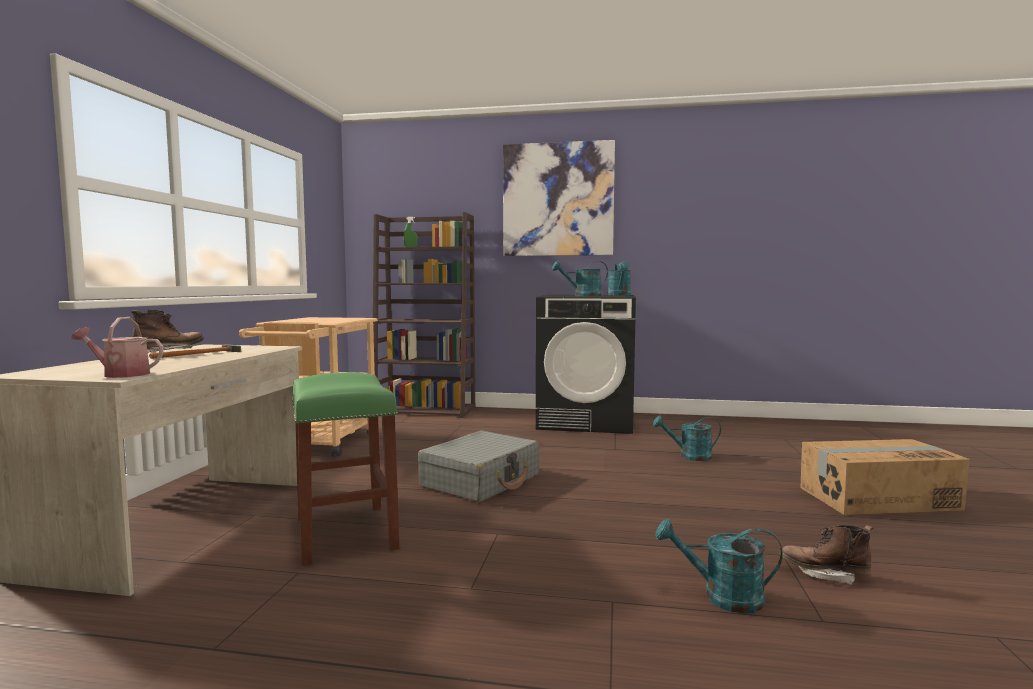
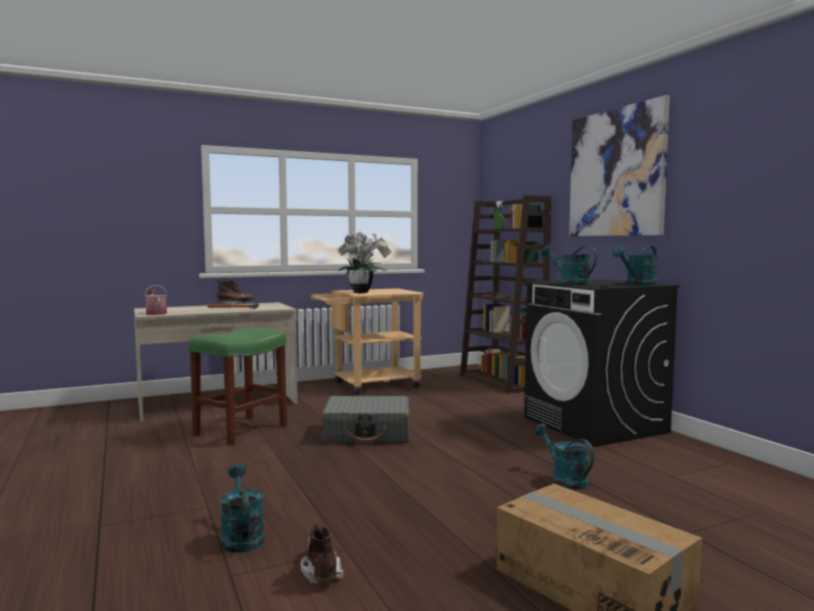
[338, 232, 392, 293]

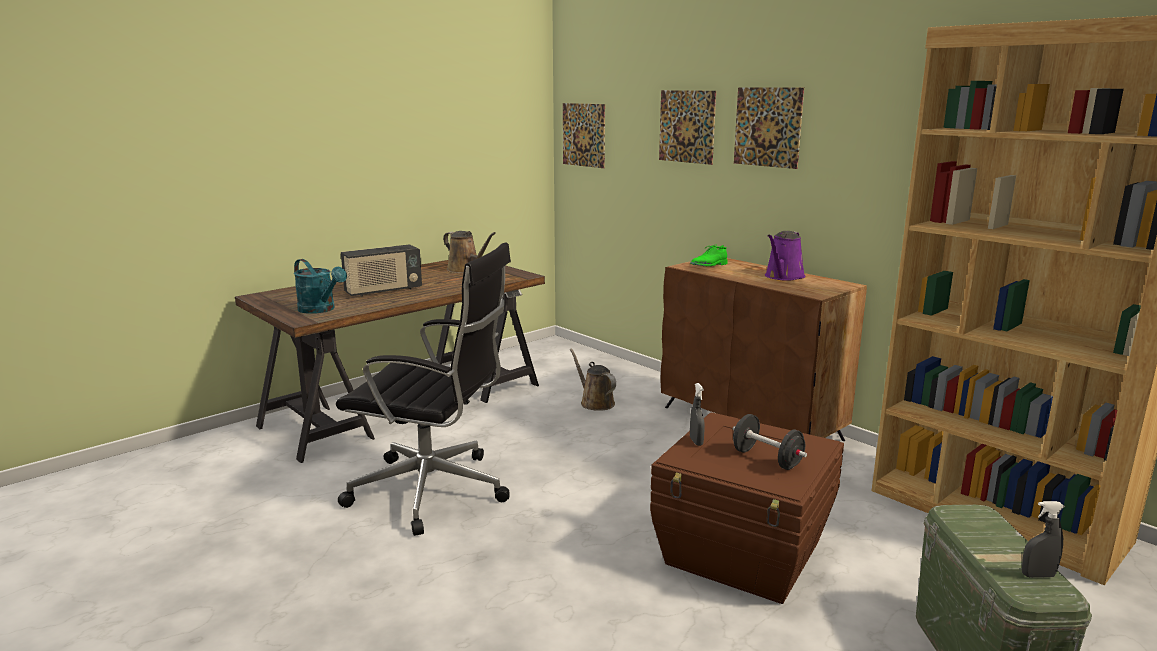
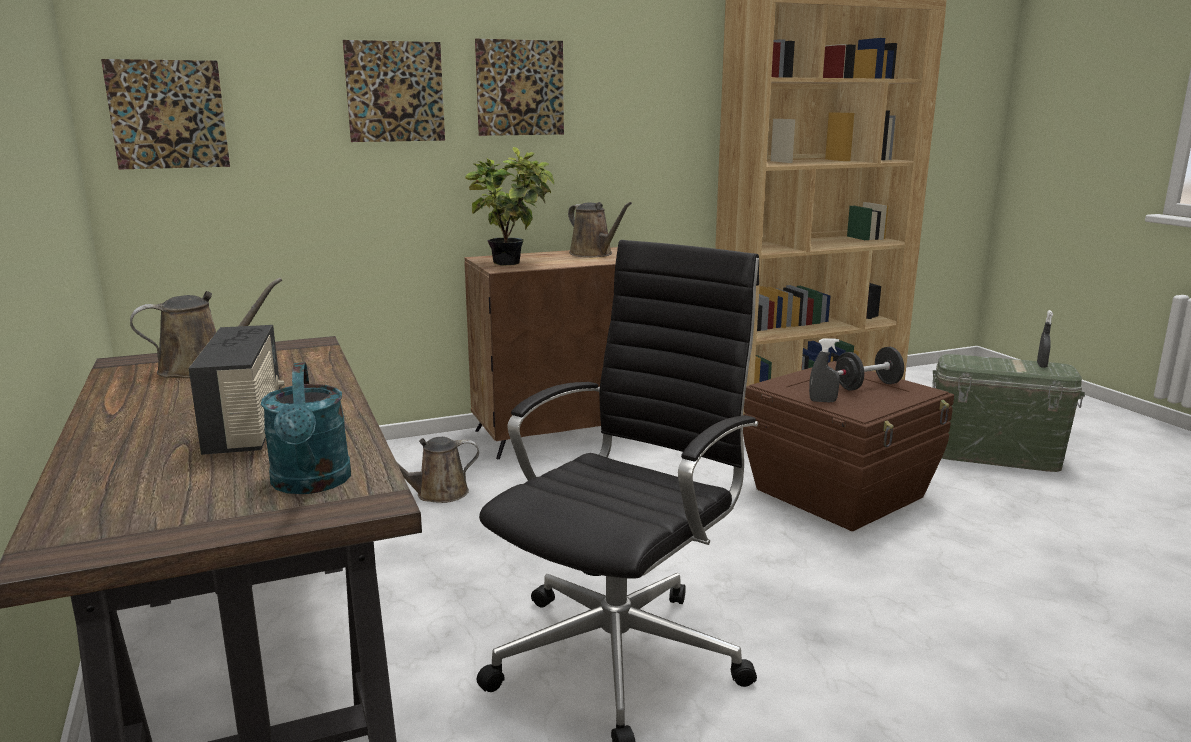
[465, 147, 554, 266]
[568, 202, 632, 257]
[261, 362, 351, 494]

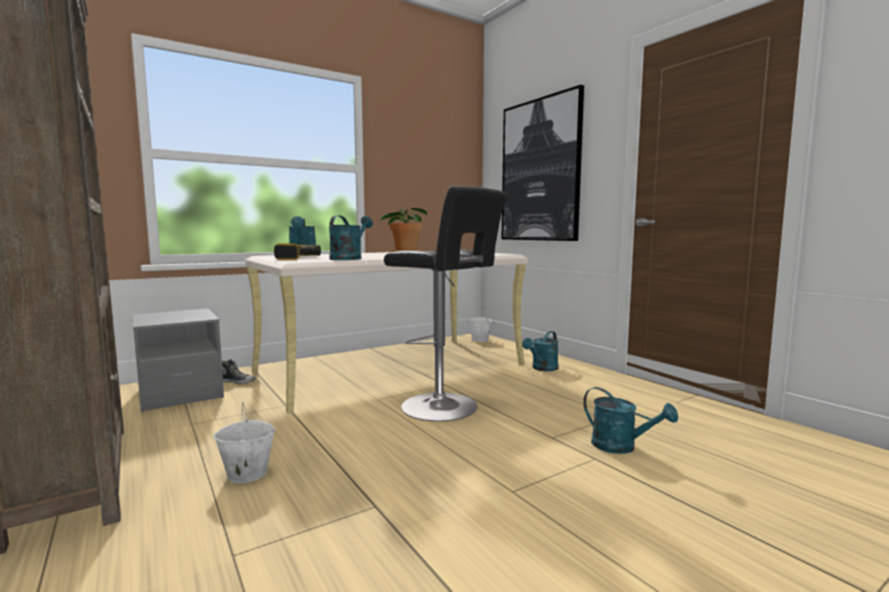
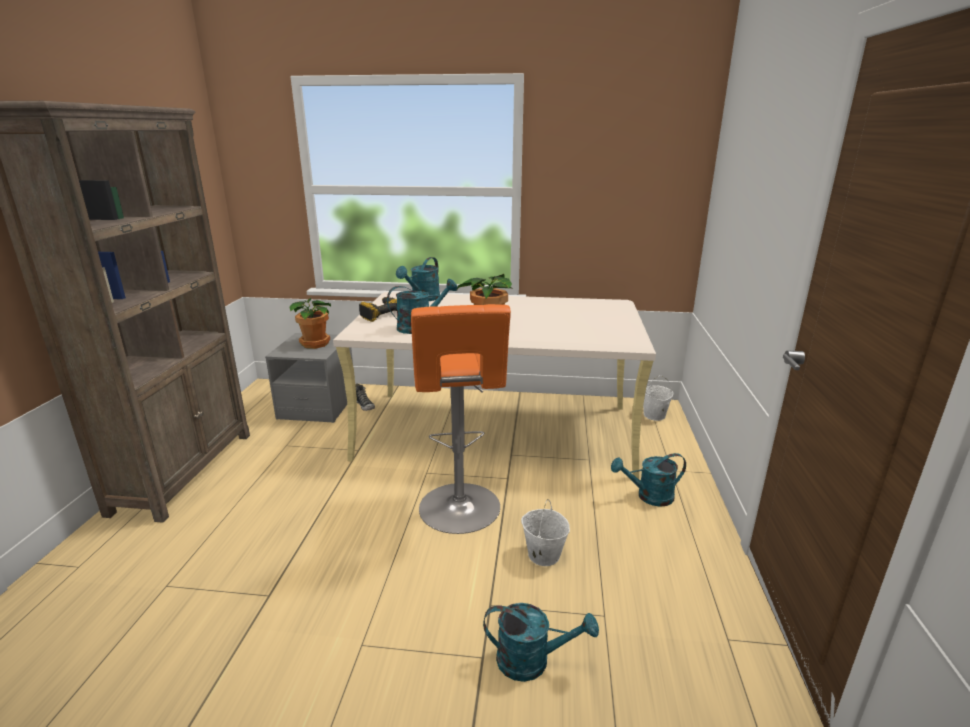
[502, 85, 584, 241] (first image)
[290, 298, 331, 349]
[521, 499, 570, 566]
[411, 304, 511, 534]
[483, 603, 599, 682]

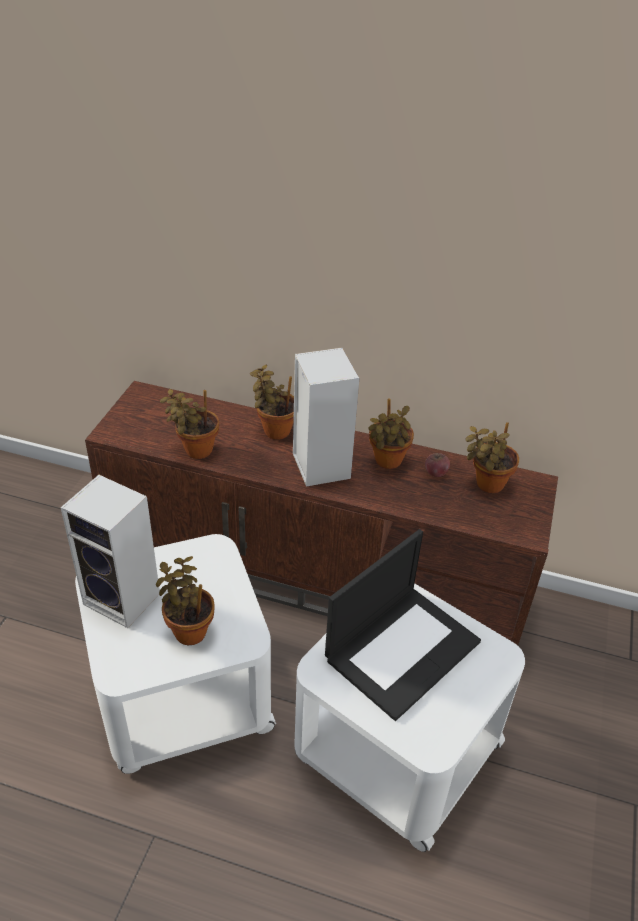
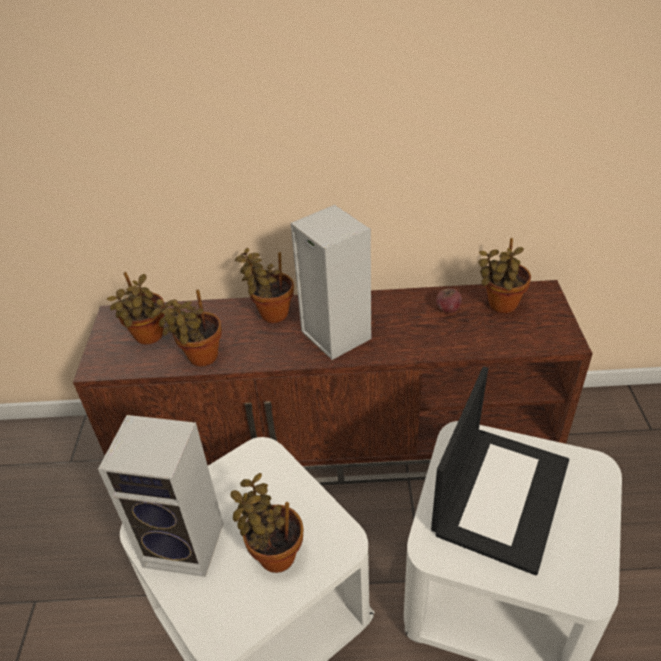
[107, 272, 165, 345]

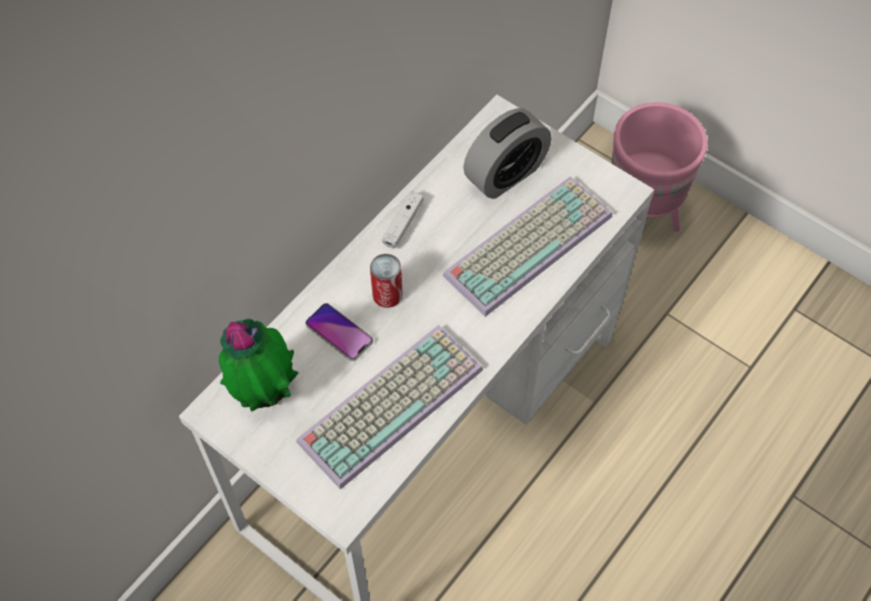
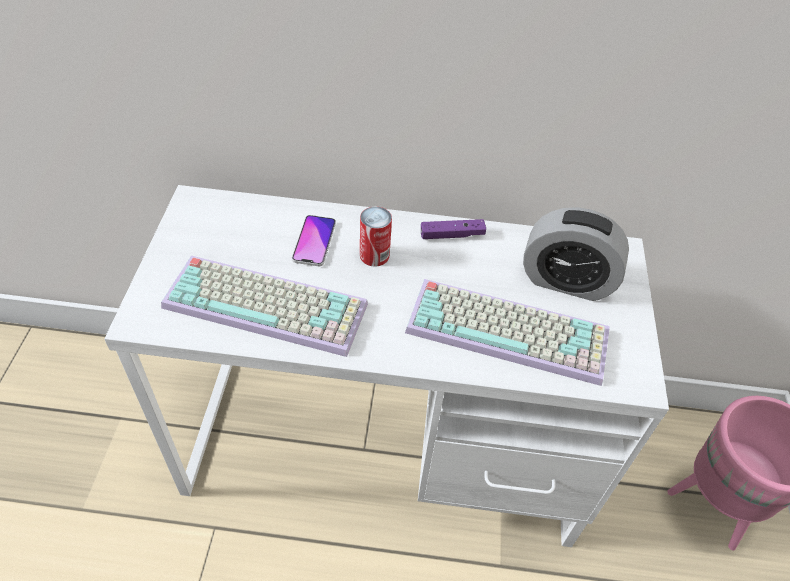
[219, 319, 298, 412] (first image)
[421, 219, 486, 239]

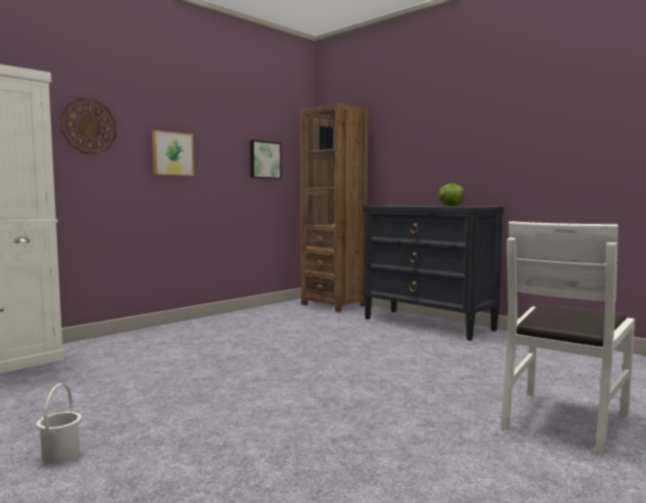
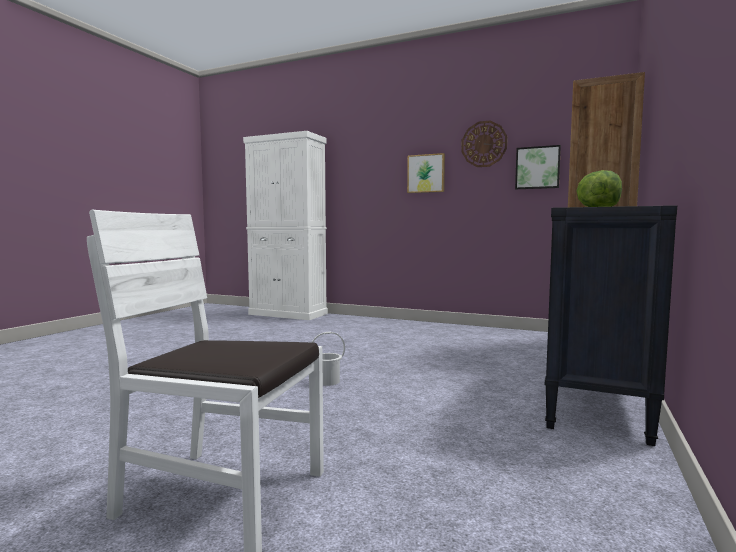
[312, 332, 345, 386]
[461, 120, 507, 167]

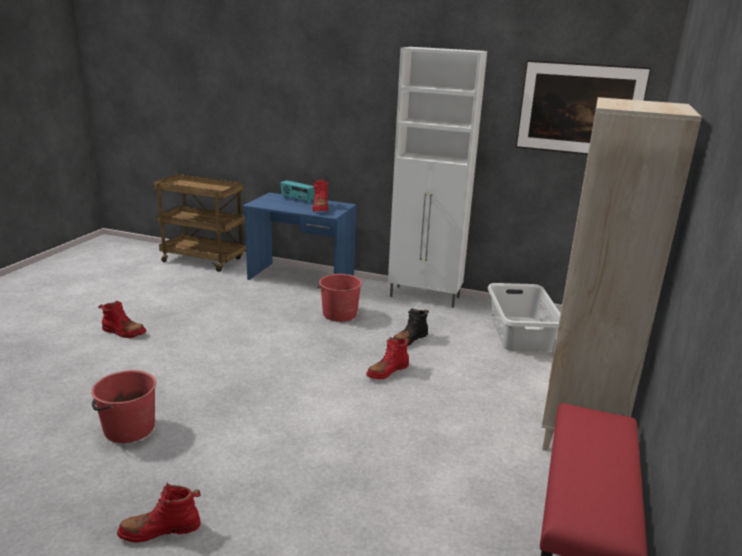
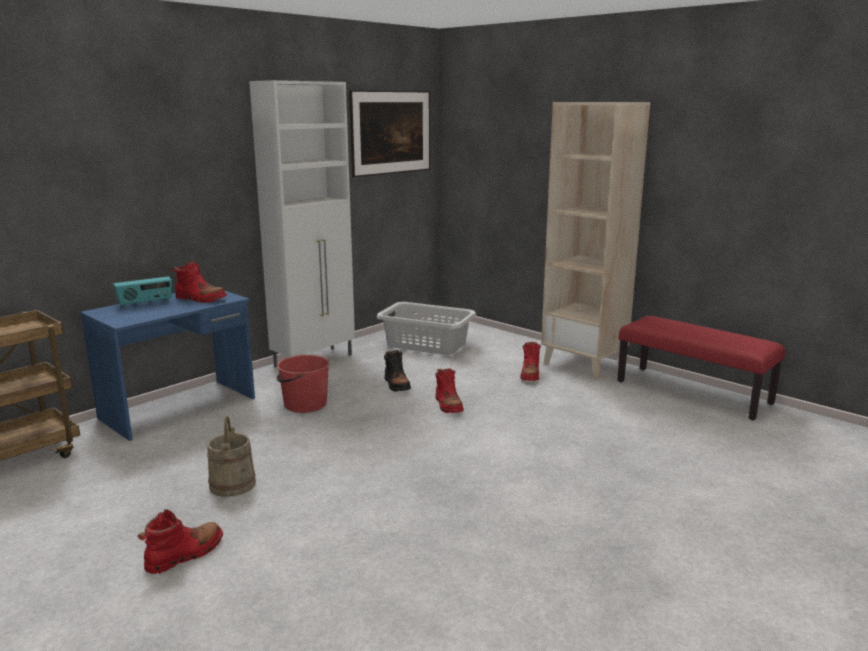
[91, 370, 156, 443] (first image)
[207, 416, 256, 497]
[520, 342, 541, 381]

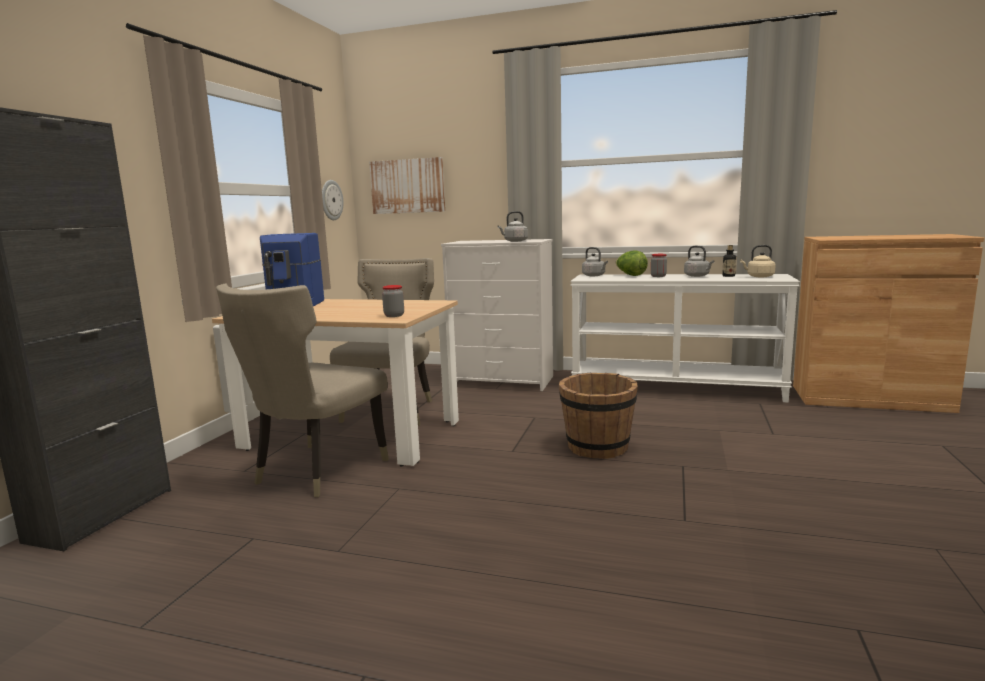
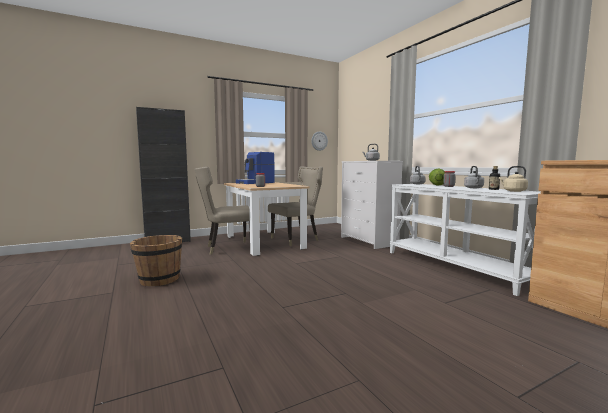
[369, 157, 445, 214] (first image)
[130, 235, 182, 286]

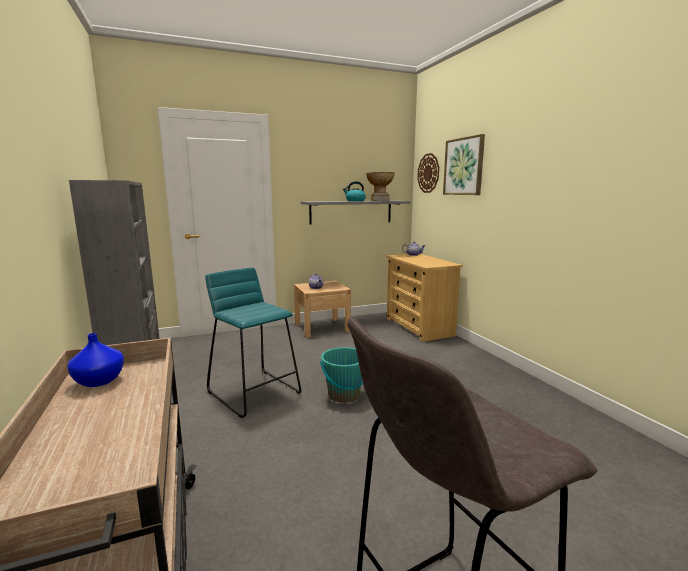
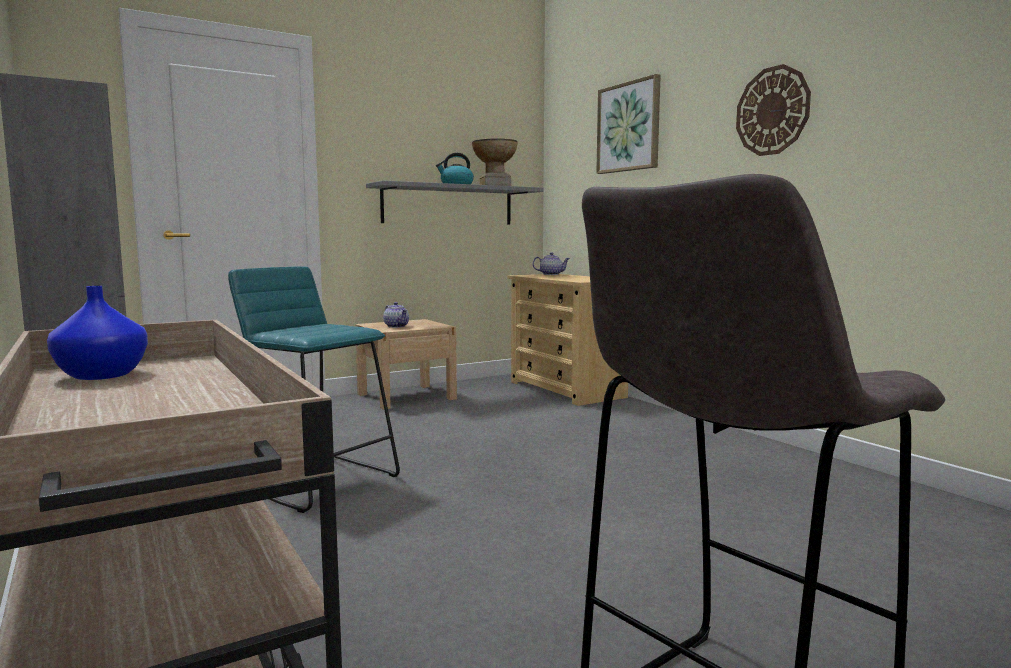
[320, 347, 363, 403] (first image)
[736, 64, 811, 156]

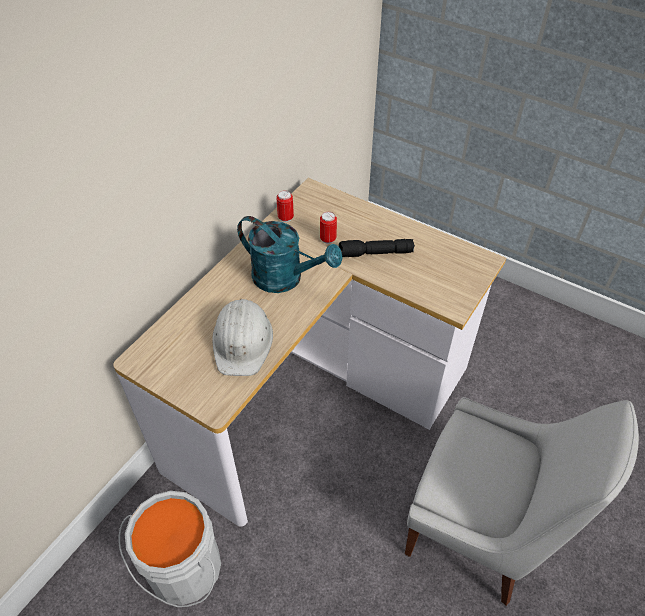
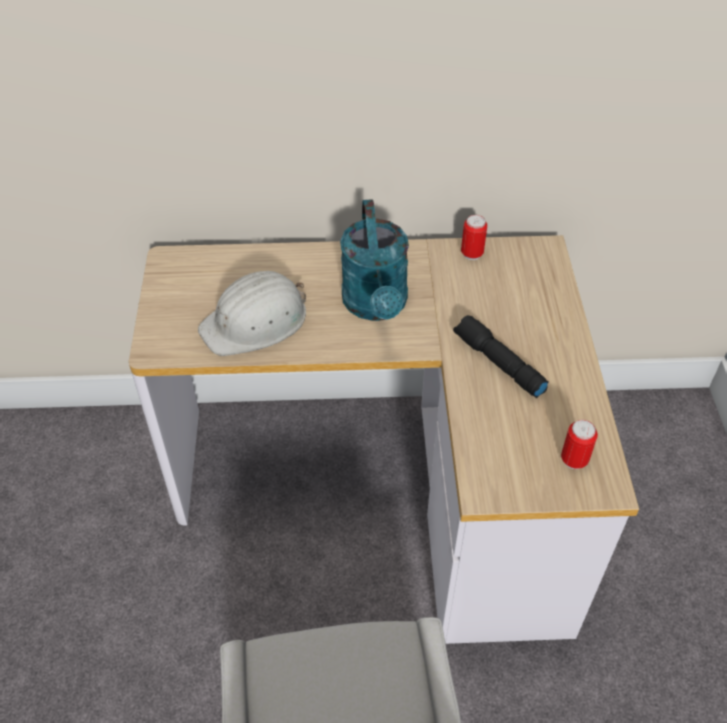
[118, 491, 221, 607] (first image)
[561, 420, 598, 469]

